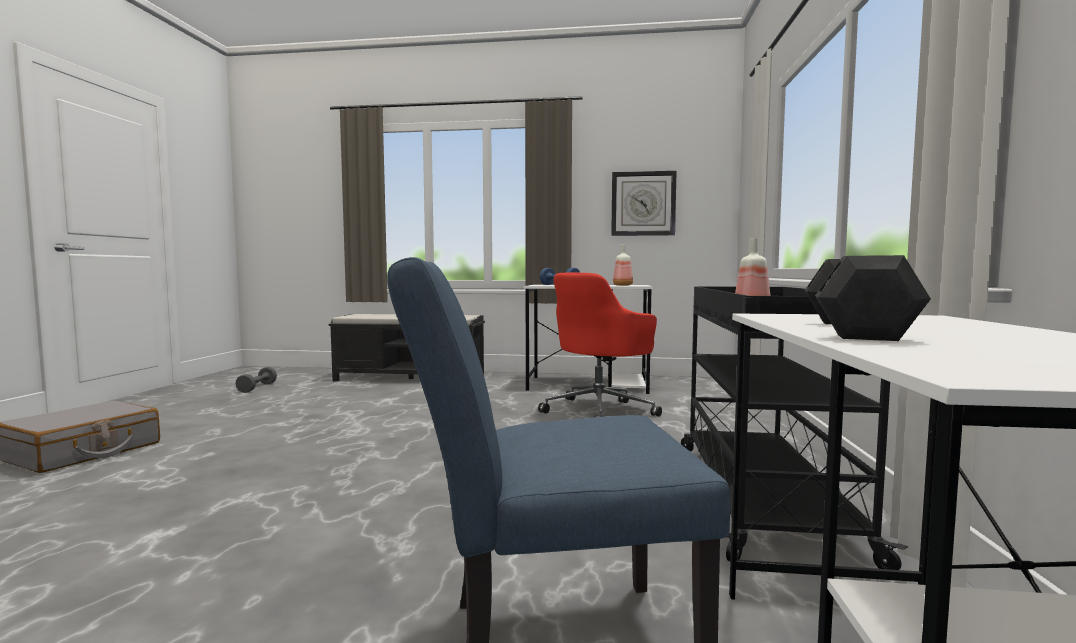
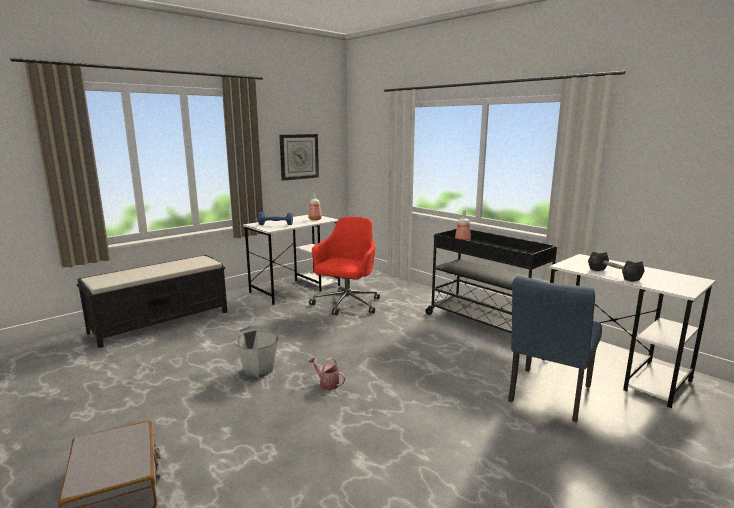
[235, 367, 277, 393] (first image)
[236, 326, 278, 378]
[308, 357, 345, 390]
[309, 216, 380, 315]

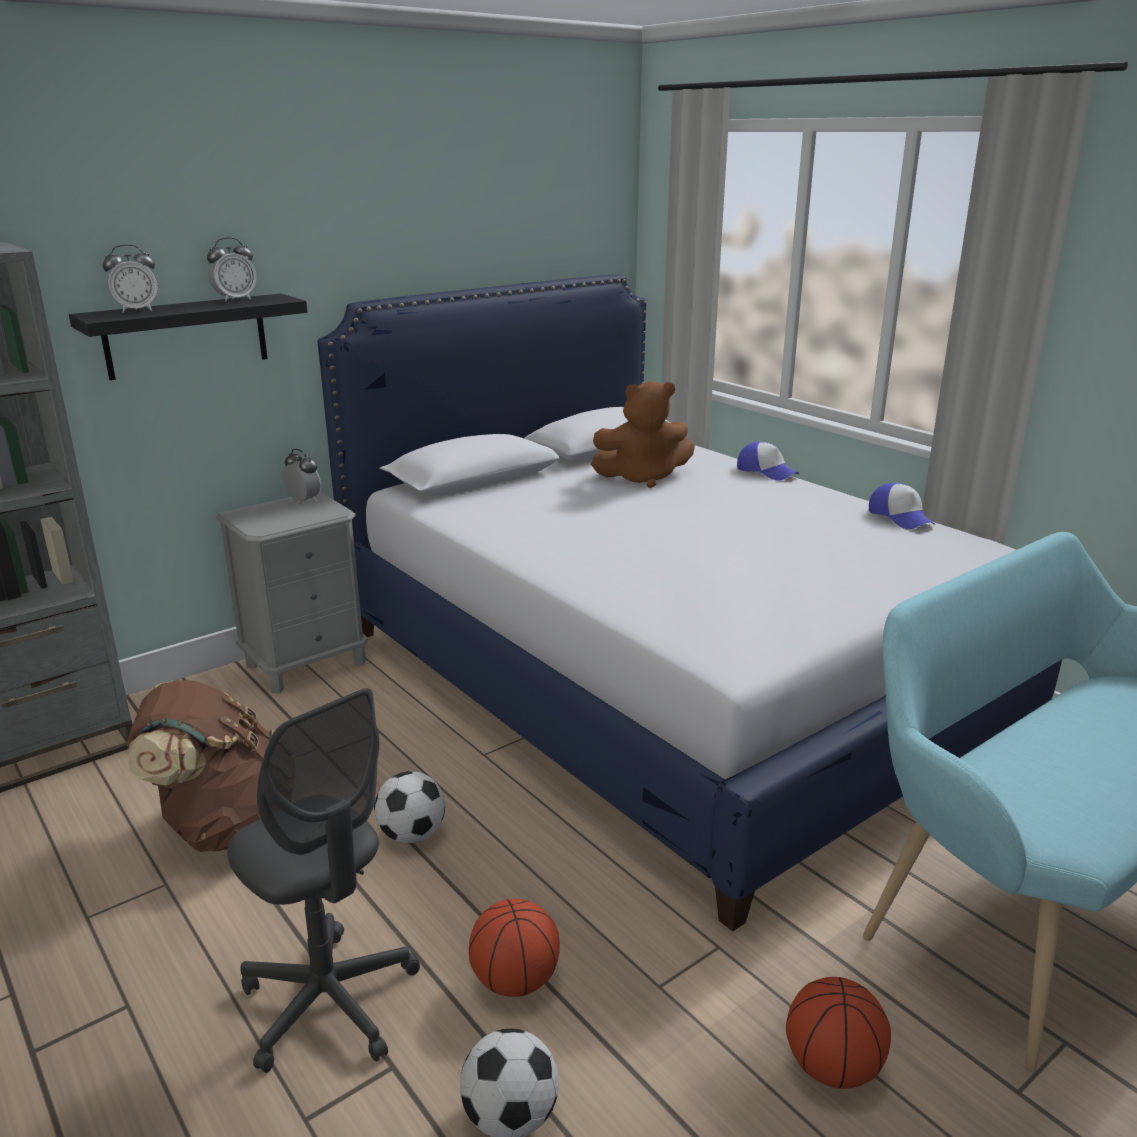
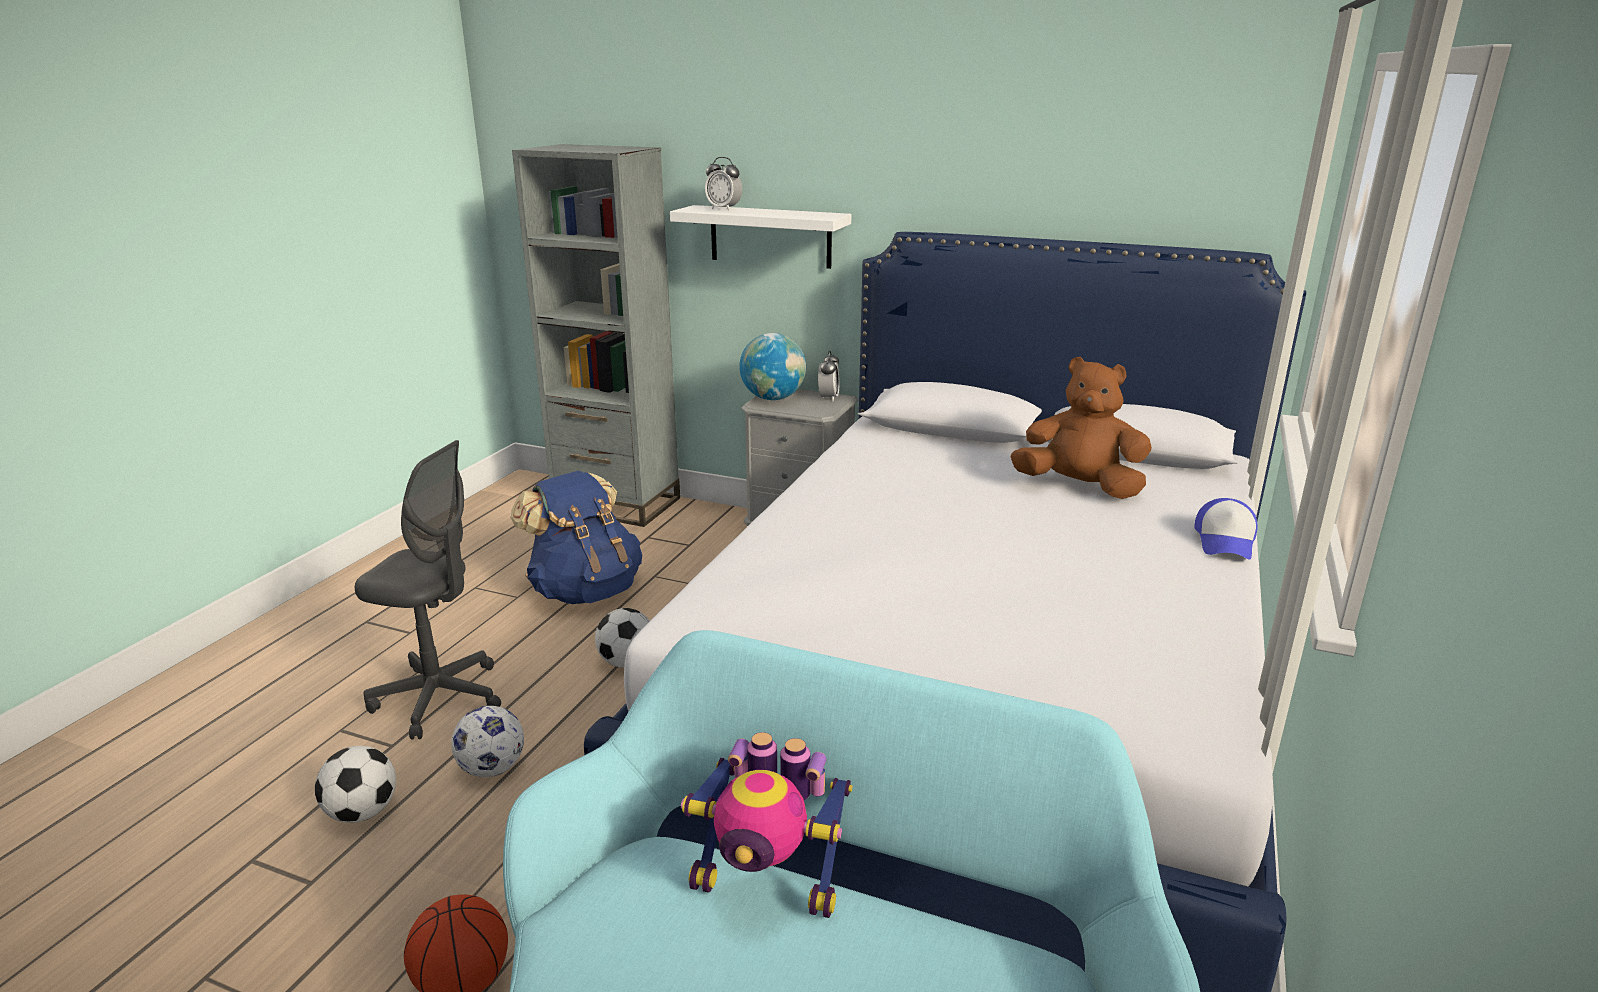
[207, 237, 256, 302] (first image)
[869, 483, 935, 529] (first image)
[681, 732, 852, 918]
[739, 333, 806, 400]
[451, 706, 524, 777]
[670, 205, 851, 269]
[511, 471, 642, 604]
[355, 440, 501, 739]
[1010, 357, 1152, 499]

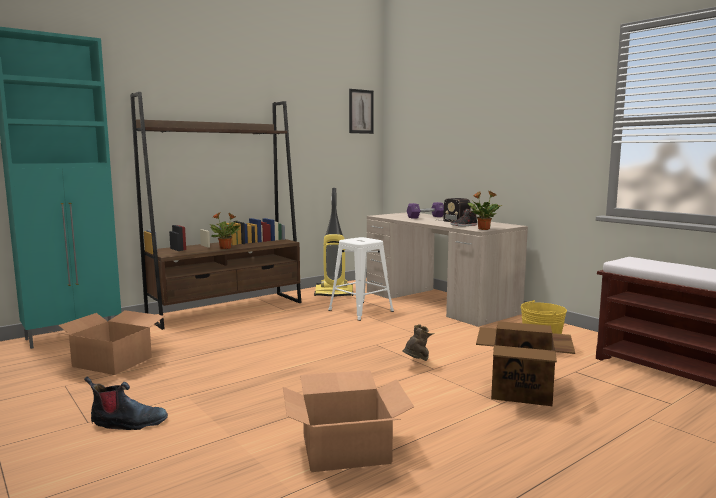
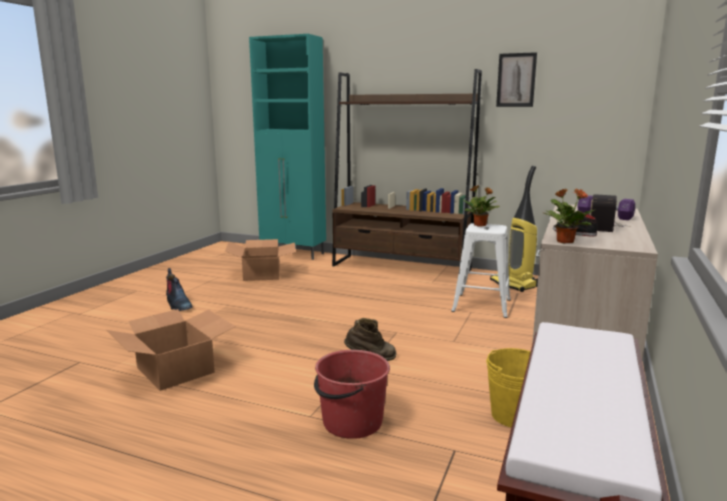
[463, 185, 500, 227]
[496, 52, 537, 107]
[314, 350, 390, 439]

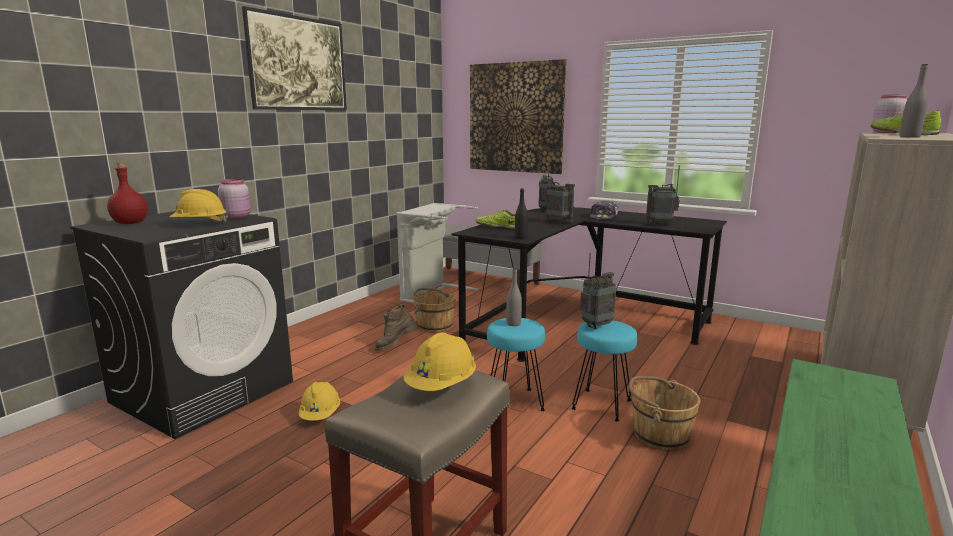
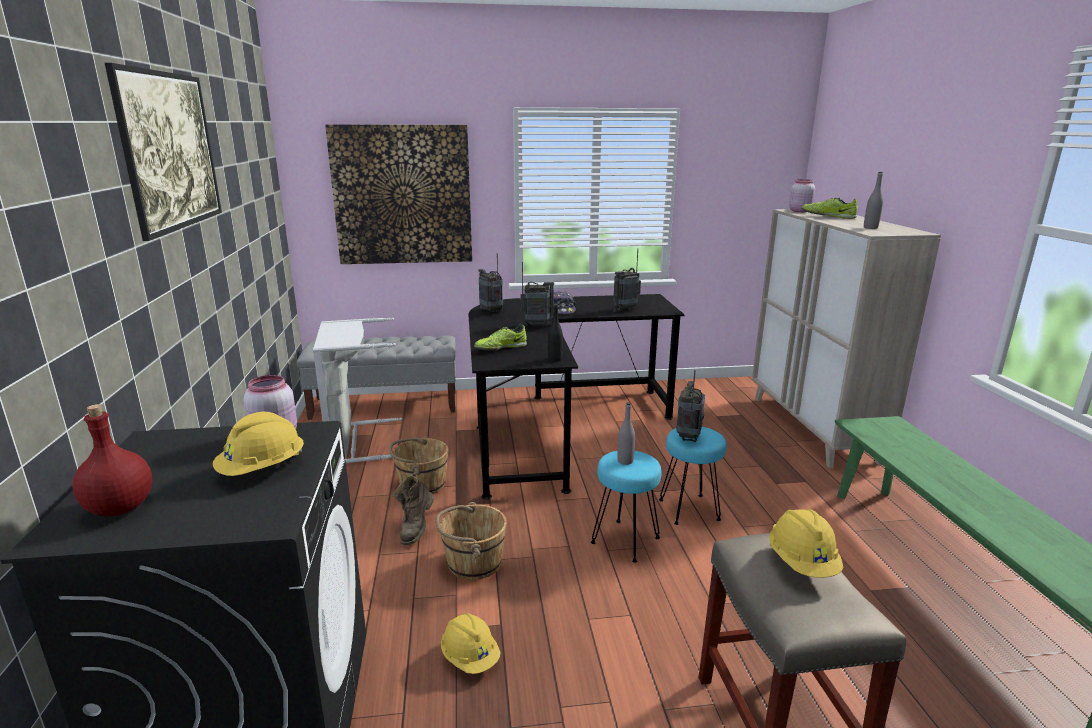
[435, 502, 507, 580]

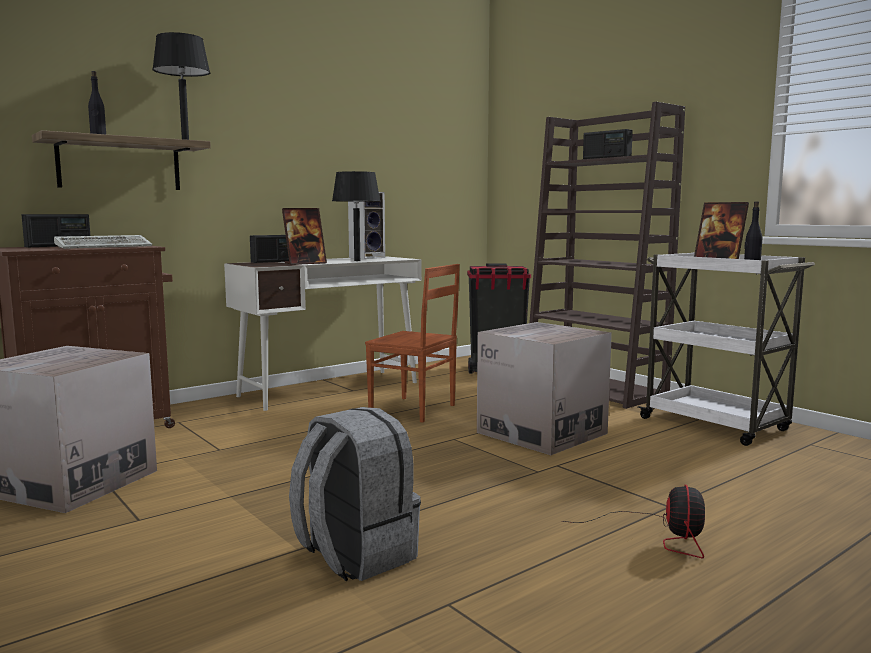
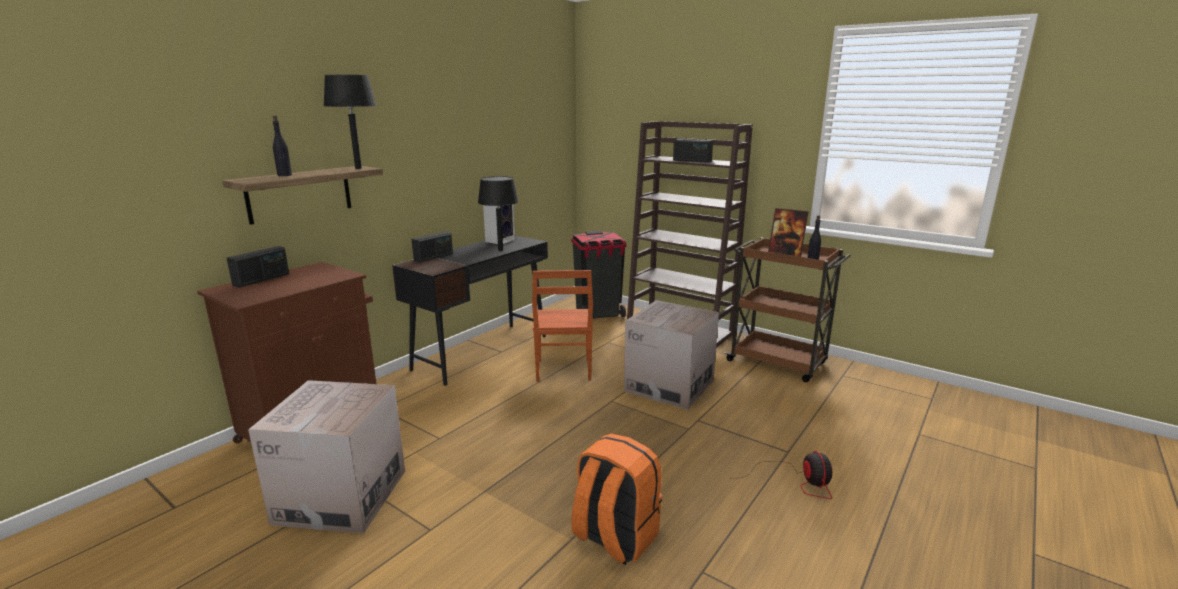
[54, 235, 152, 249] (first image)
[282, 208, 327, 265] (first image)
[392, 236, 548, 386]
[571, 434, 662, 565]
[724, 237, 851, 382]
[532, 270, 593, 382]

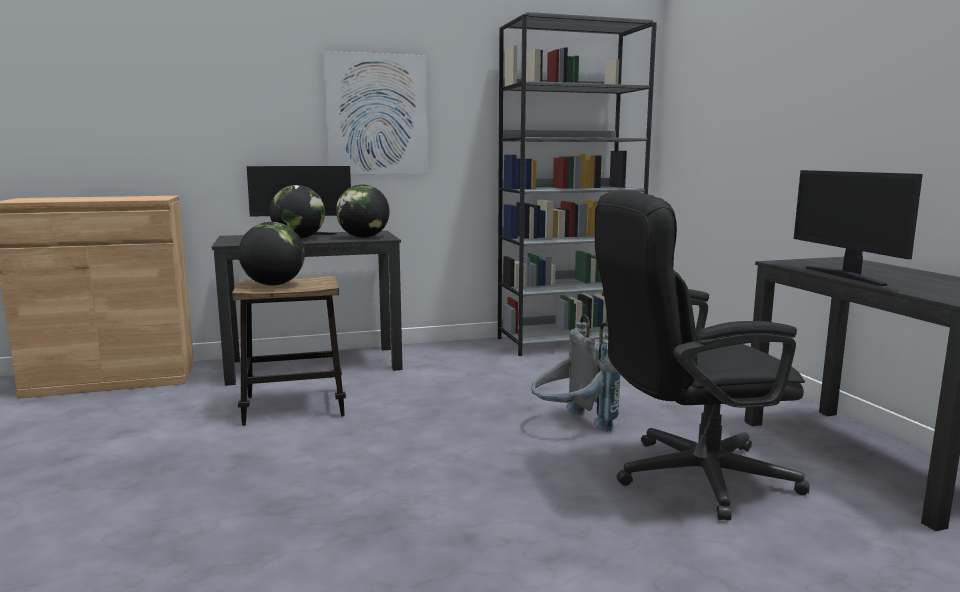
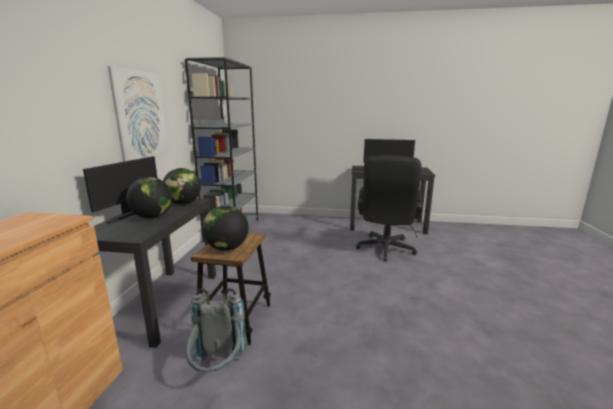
[186, 288, 246, 372]

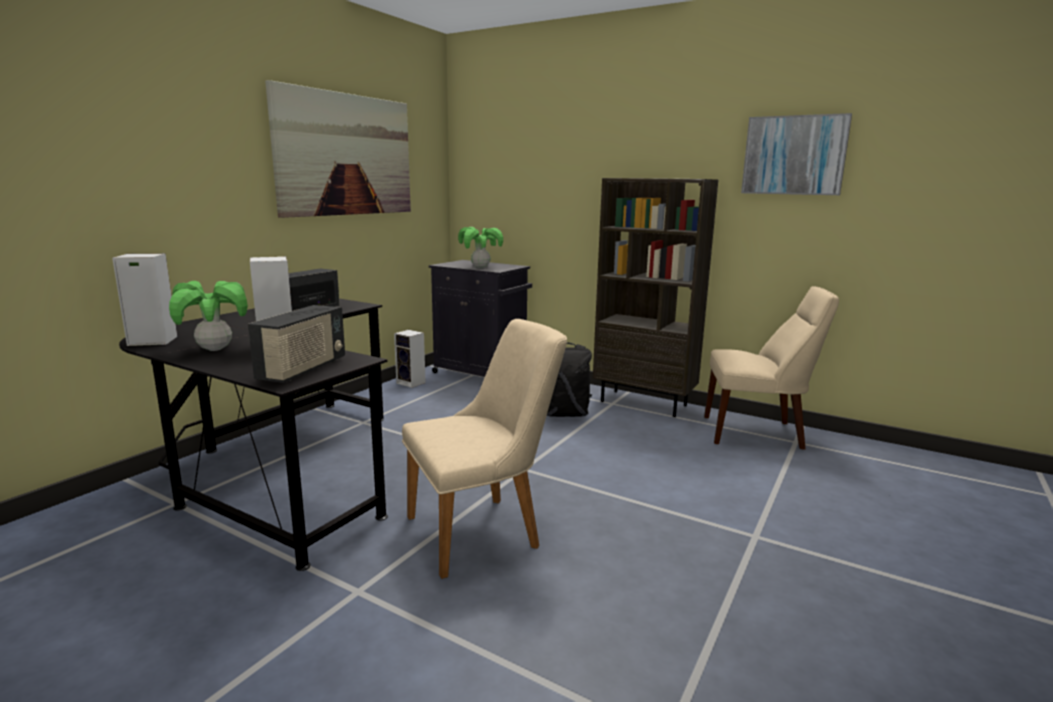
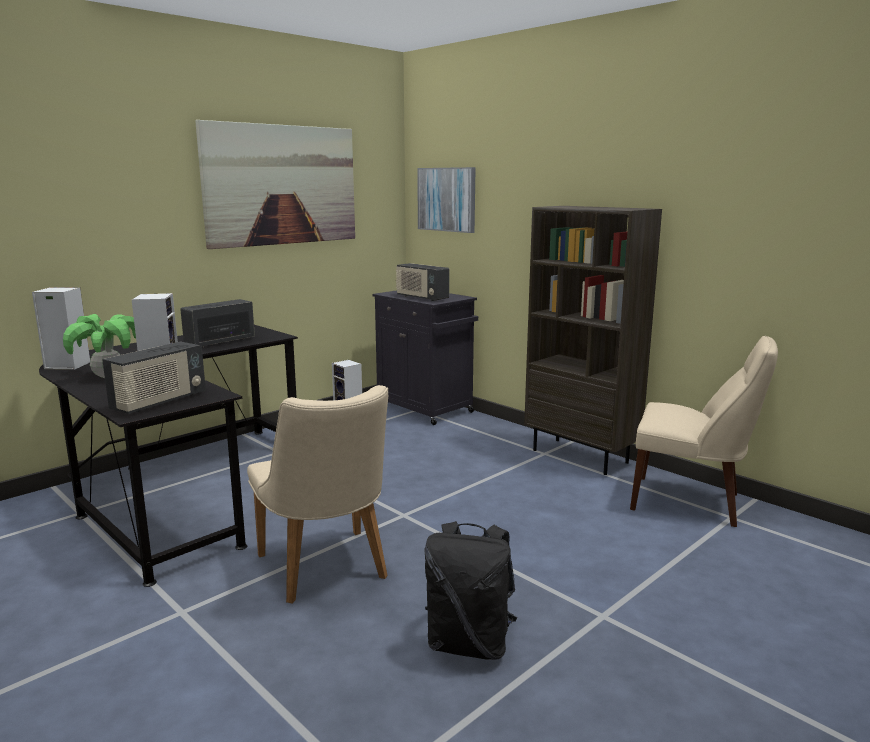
[425, 521, 517, 660]
[417, 167, 476, 233]
[396, 263, 450, 301]
[247, 385, 388, 603]

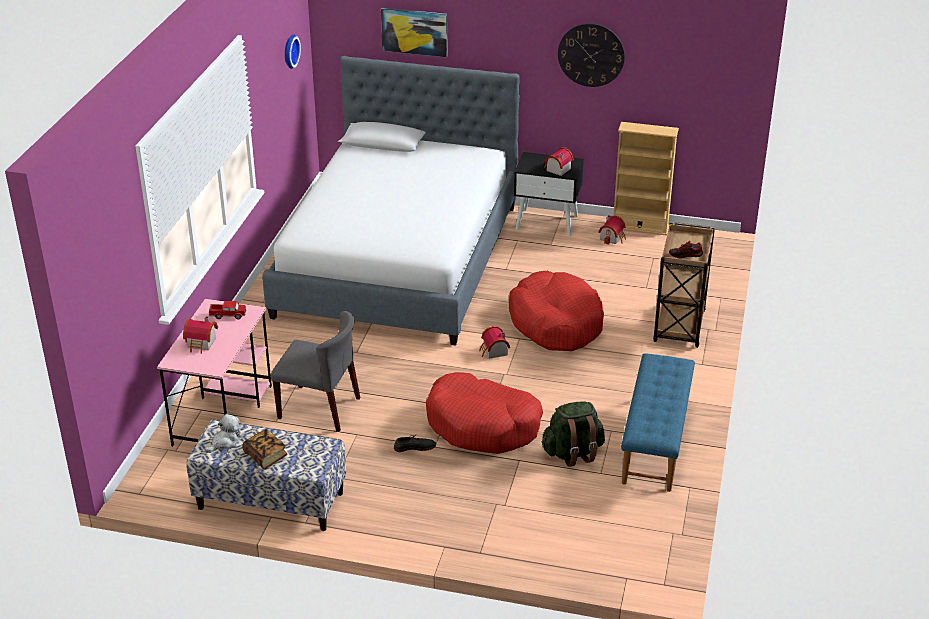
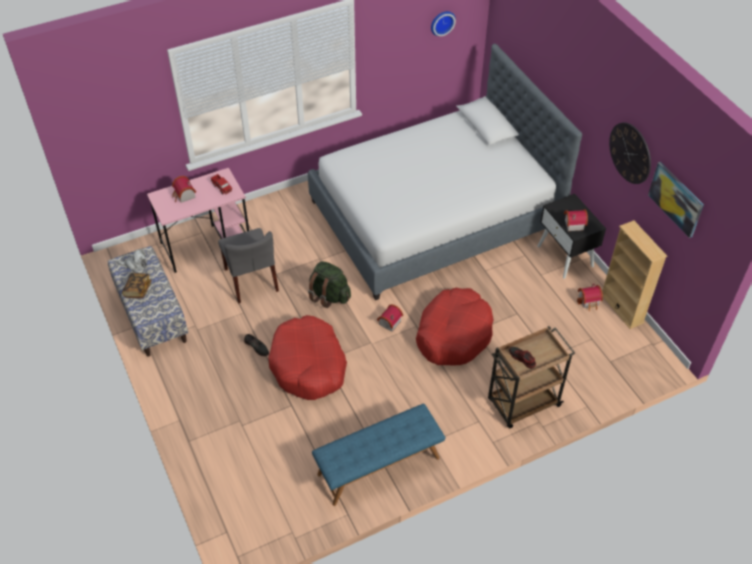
[648, 162, 704, 238]
[308, 261, 351, 308]

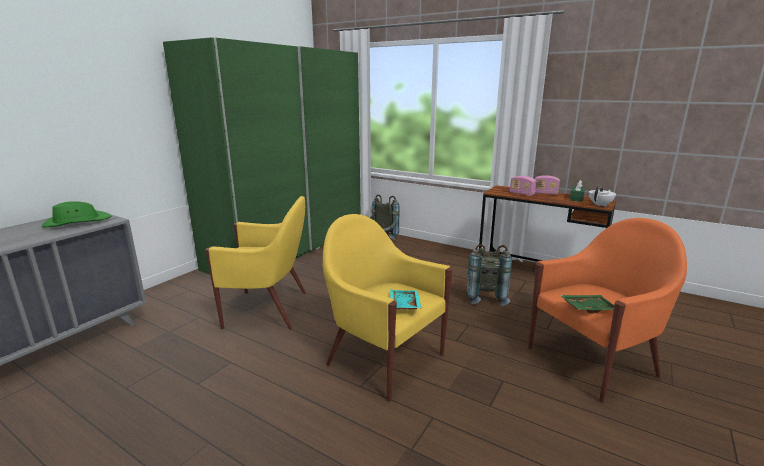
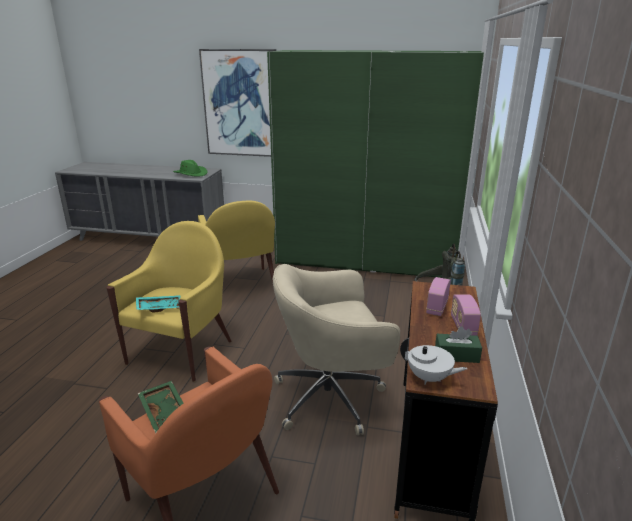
[199, 49, 276, 157]
[273, 264, 400, 435]

